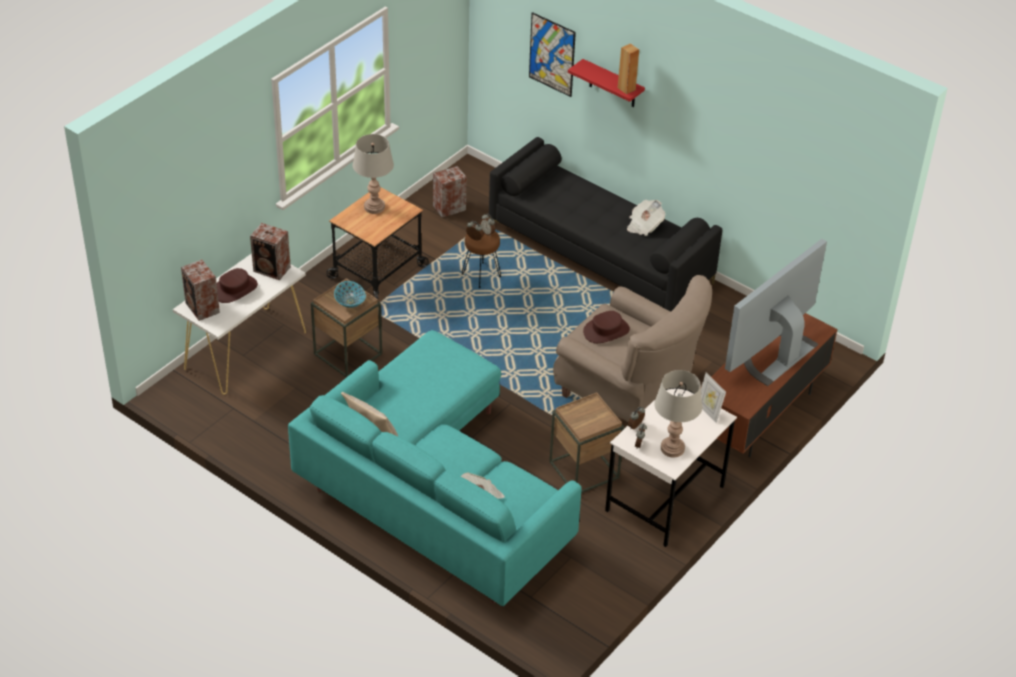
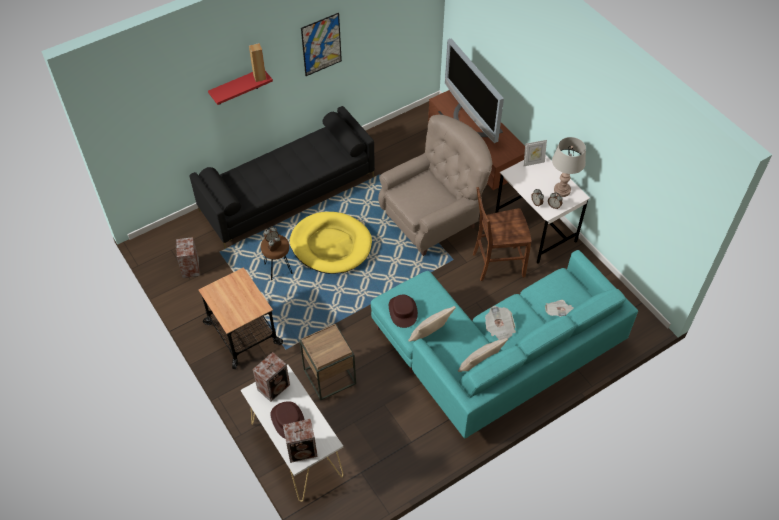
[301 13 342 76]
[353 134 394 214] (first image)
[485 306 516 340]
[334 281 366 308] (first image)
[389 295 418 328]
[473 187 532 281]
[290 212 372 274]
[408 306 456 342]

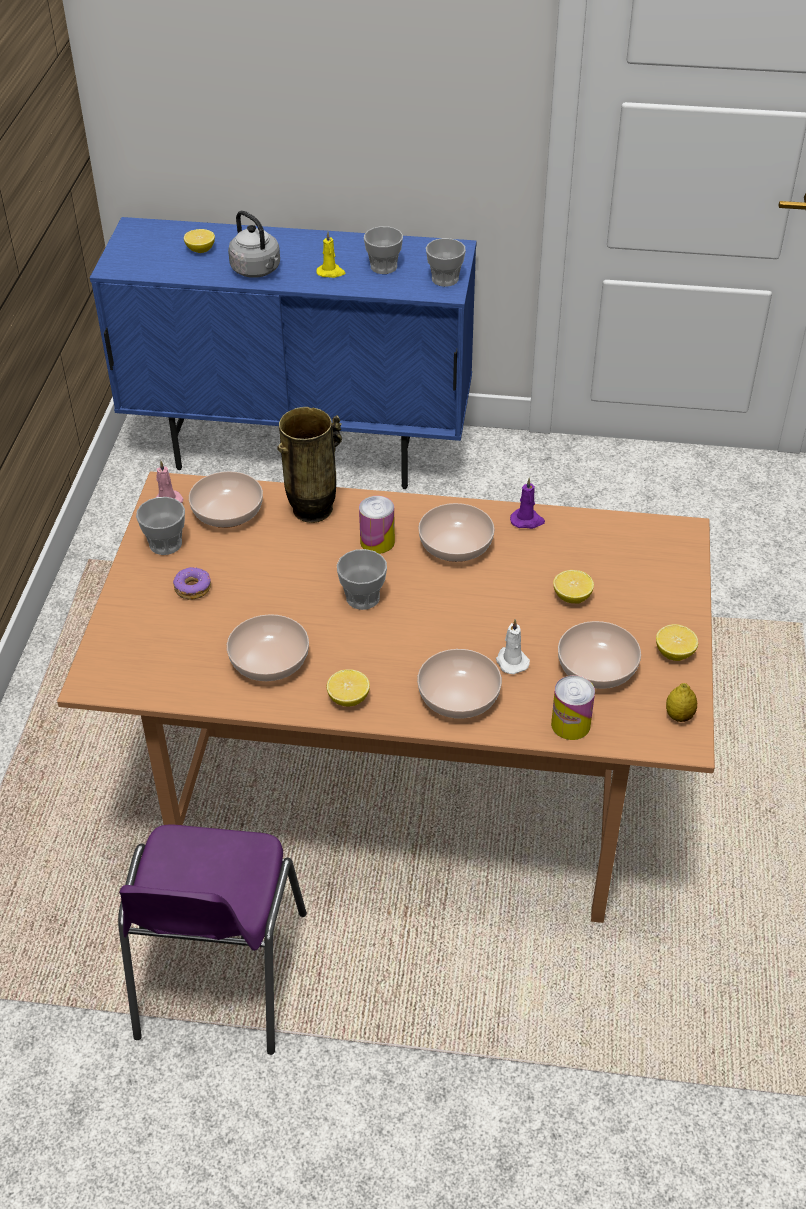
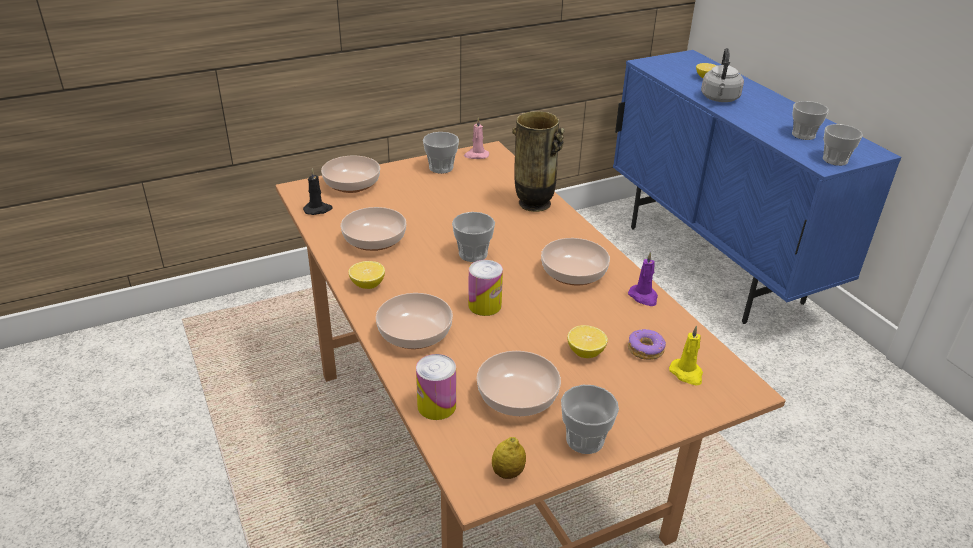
[669 326 703 386]
[321 156 380 193]
[468 260 503 316]
[628 329 666 360]
[496 619 530 674] (first image)
[561 385 619 454]
[118 825 307 1055] (first image)
[303 169 333 215]

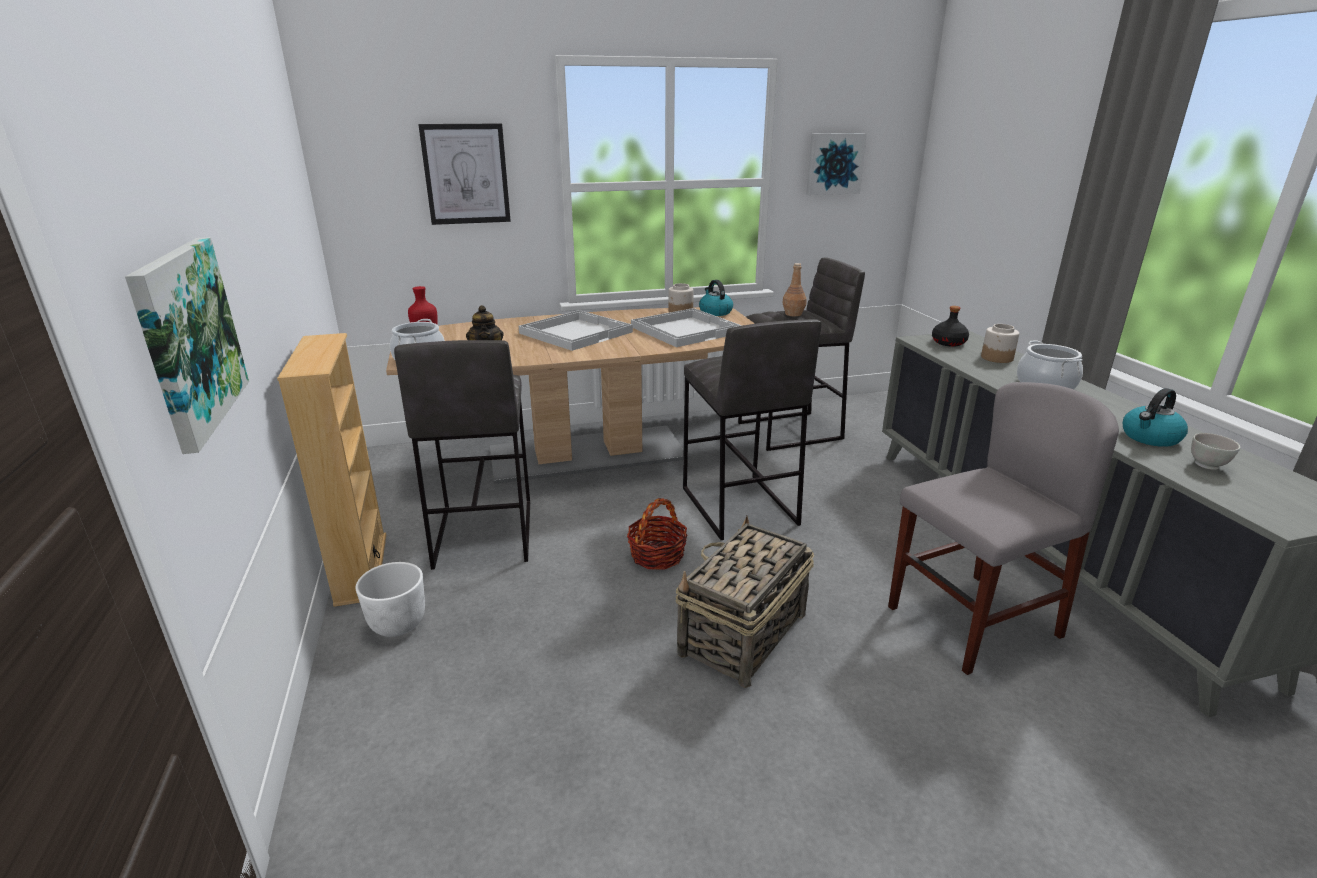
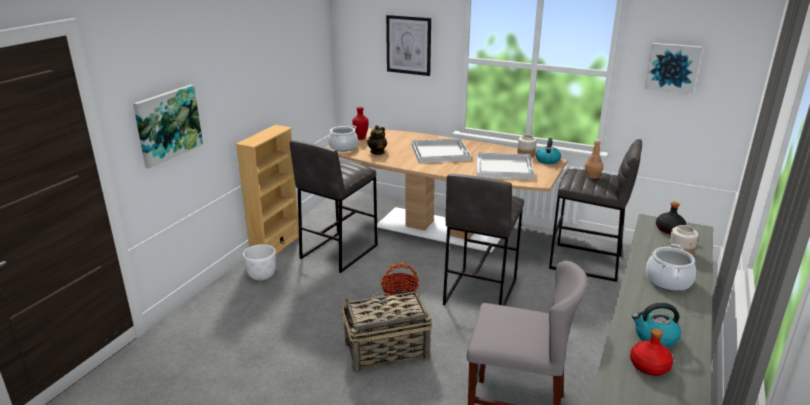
[630 329 673 376]

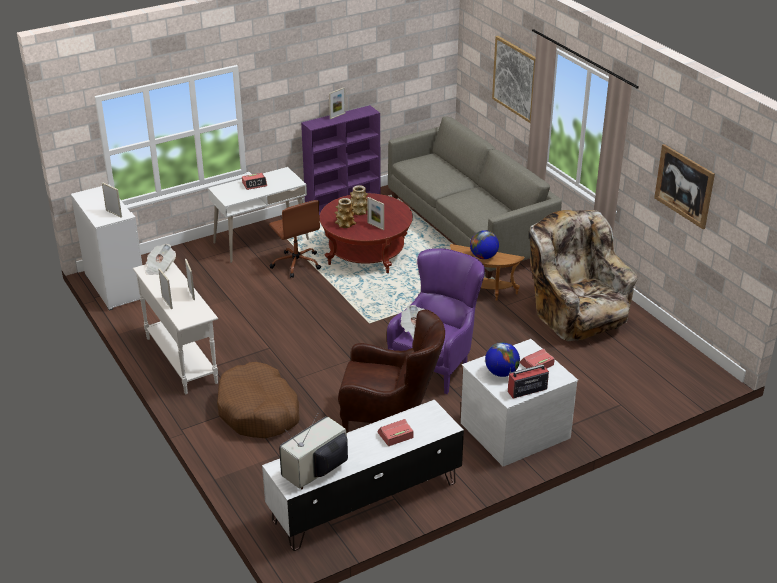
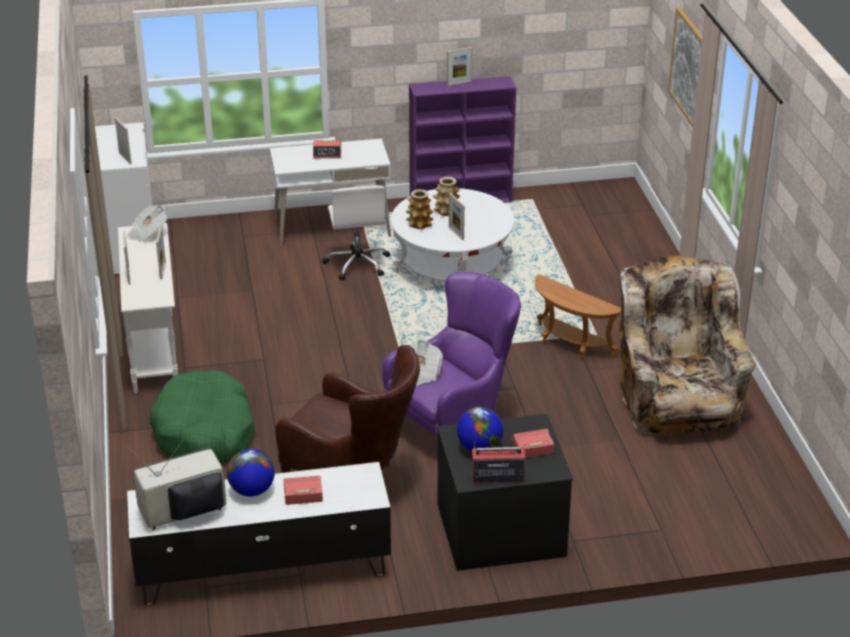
[388 116 562 278] (first image)
[654 144 715 229] (first image)
[391 188 514 281]
[322 185 390 280]
[227 449 275 497]
[437 414 573 571]
[150 370 255 463]

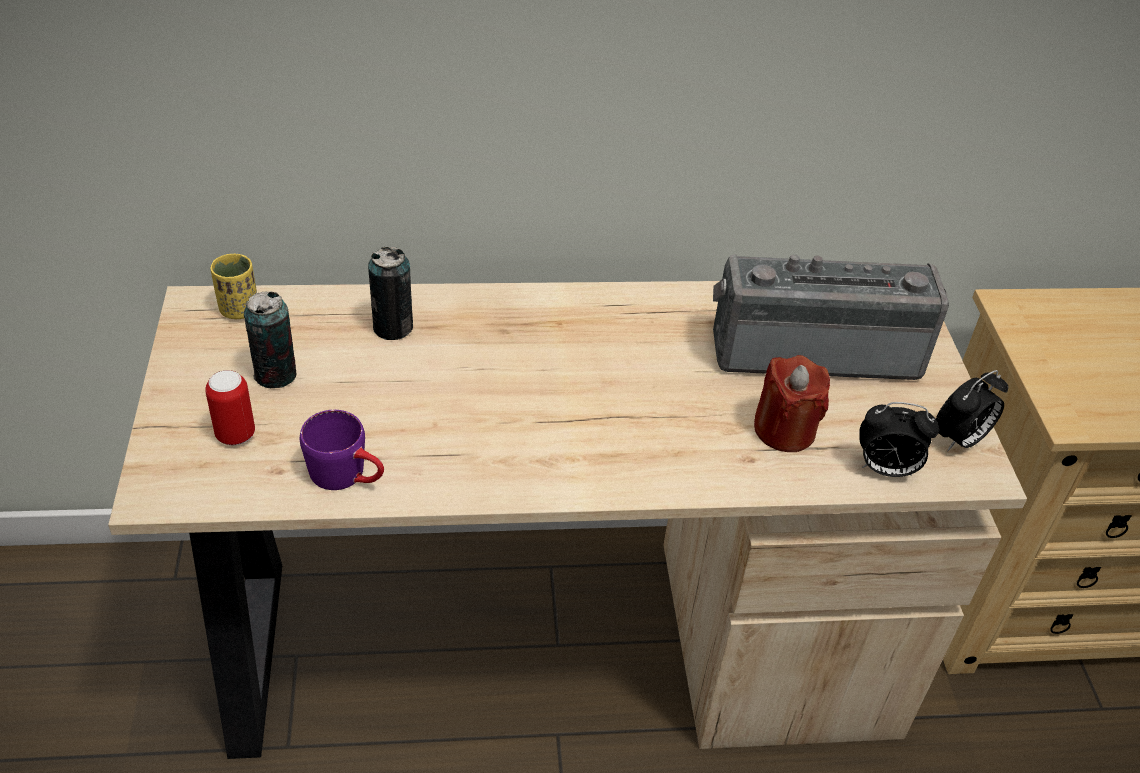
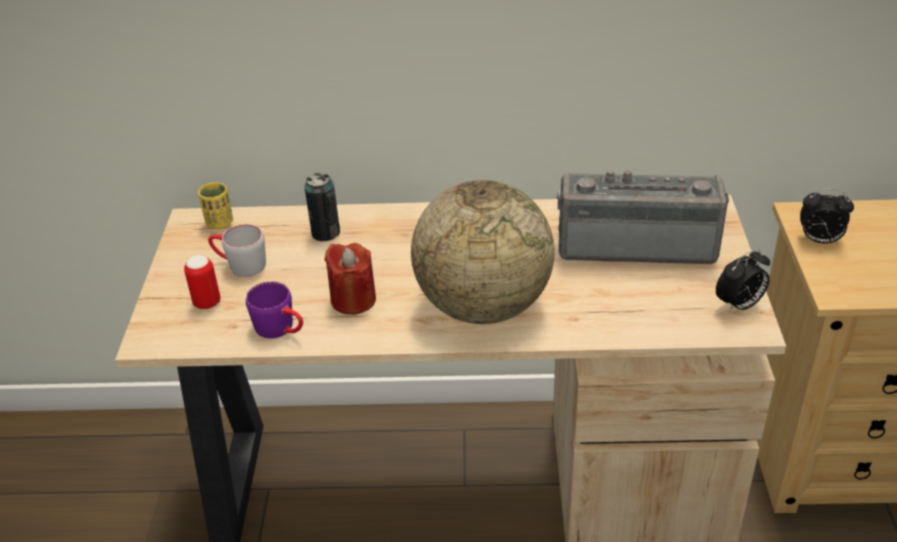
[208 224 266 277]
[324 243 376 315]
[800 188 854 244]
[411 180 554 324]

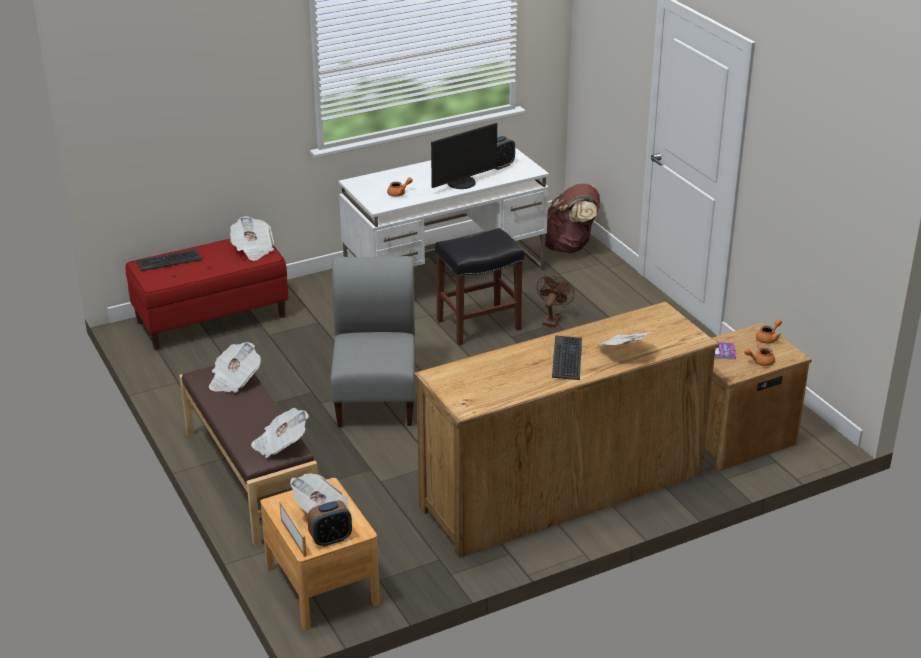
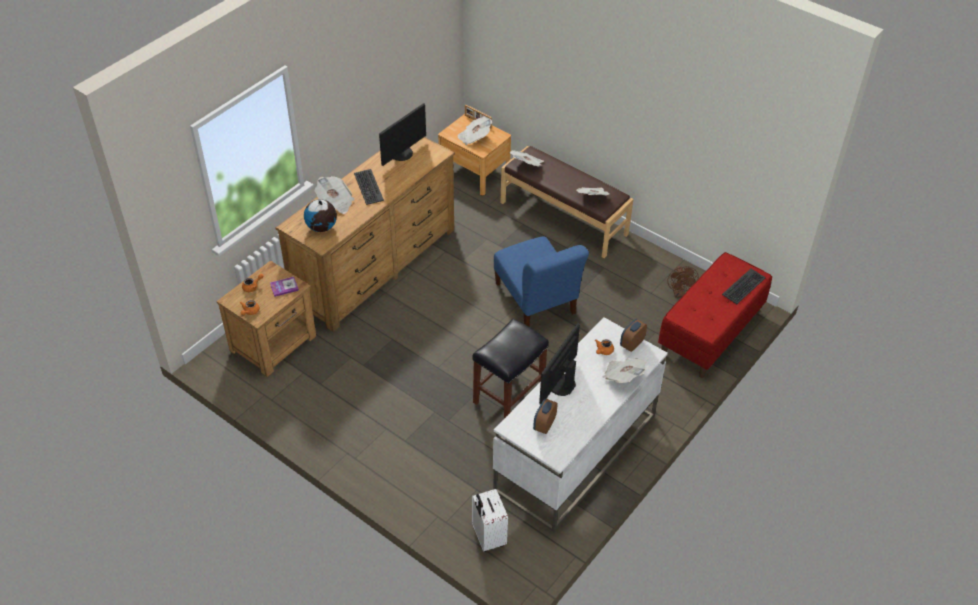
[472 489 508 552]
[602 358 647 383]
[494 237 589 327]
[668 266 698 297]
[620 319 647 352]
[379 103 426 166]
[304 199 337 232]

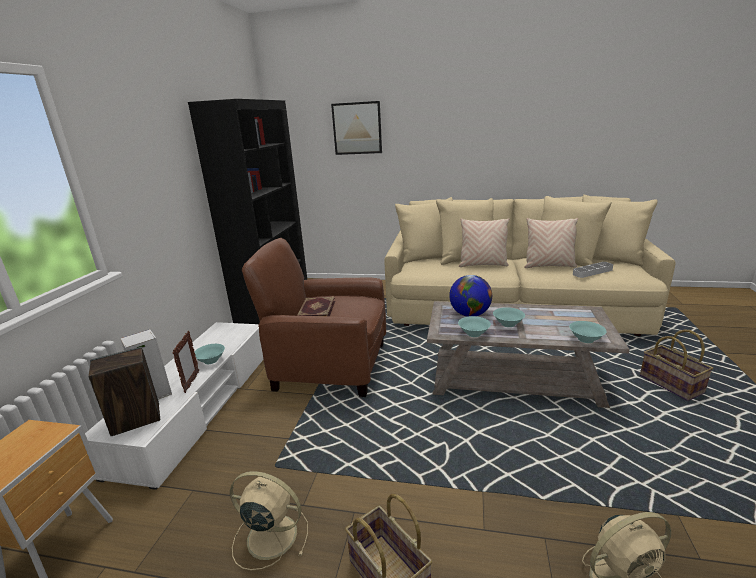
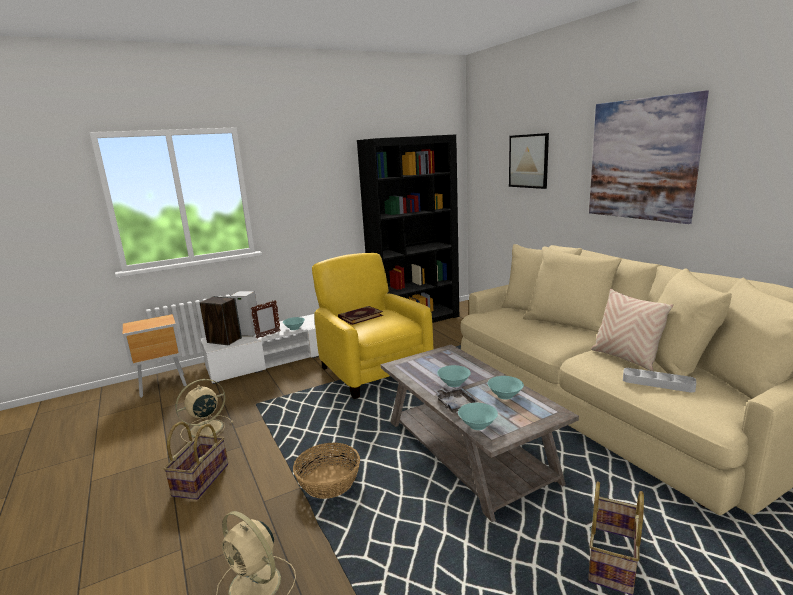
[459 218 509 267] (first image)
[312 253 433 399]
[449 275 492 317] (first image)
[487 376 524 400]
[176 379 233 442]
[589 91 709 224]
[434 387 478 413]
[293 443 360 499]

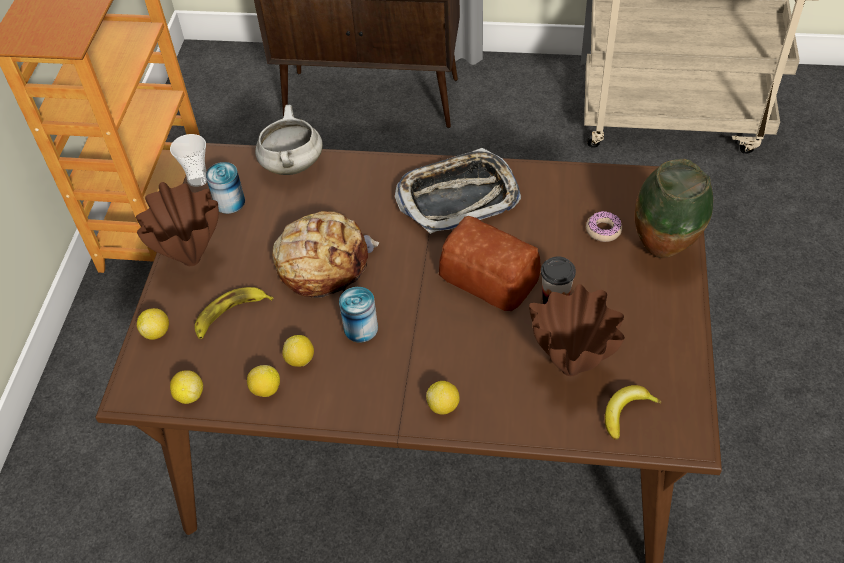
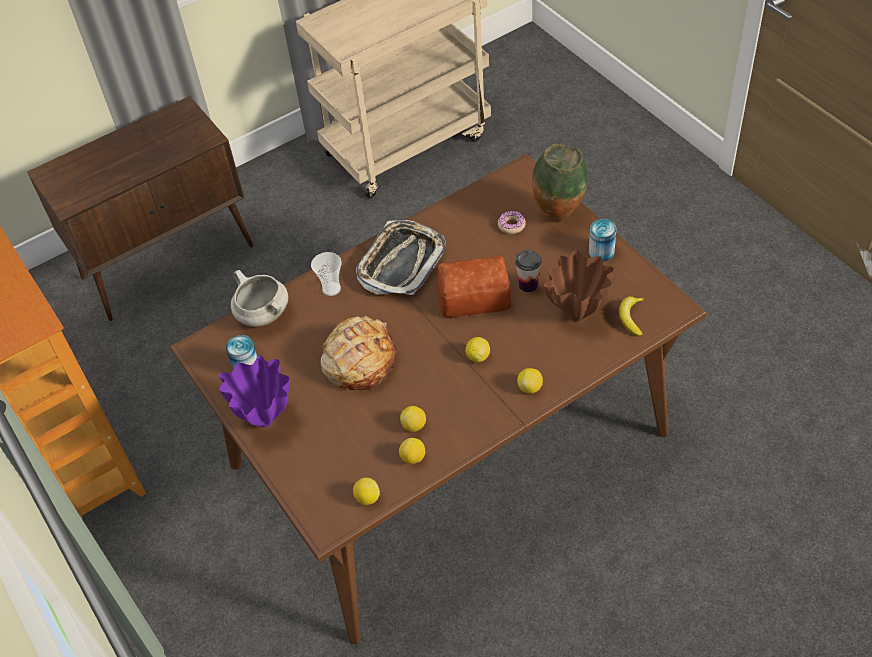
[311 252 342 296]
[219 355 290 427]
[195 287 274 339] (first image)
[589 219 617 262]
[465 337 490 362]

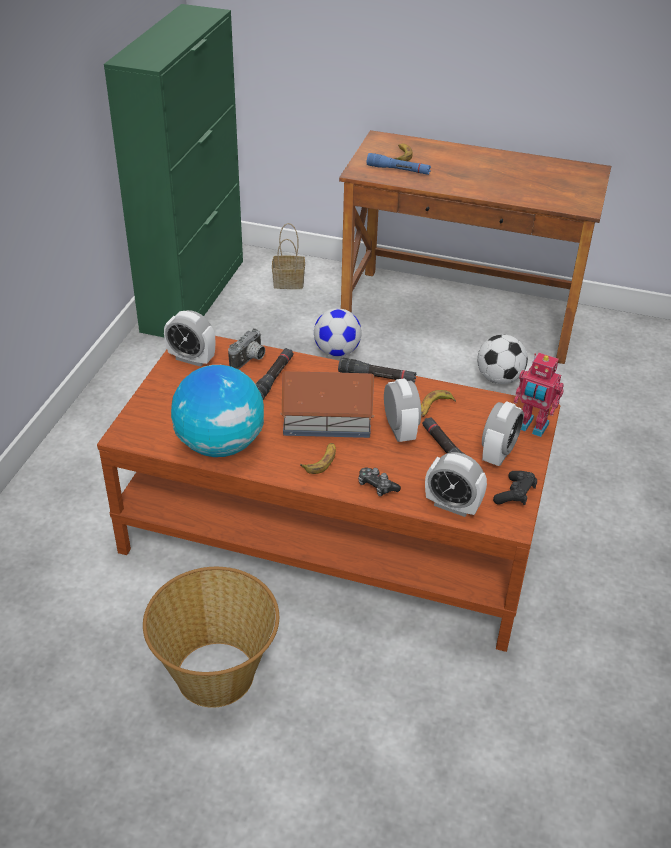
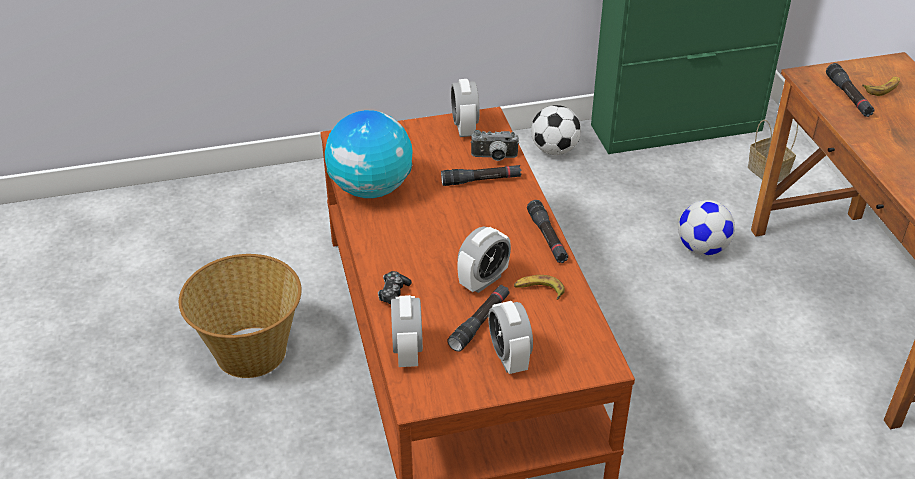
[826 63 875 117]
[531 105 581 155]
[514 353 564 437] (first image)
[280 371 374 438] (first image)
[488 301 533 374]
[300 443 336 474] (first image)
[493 471 537 505] (first image)

